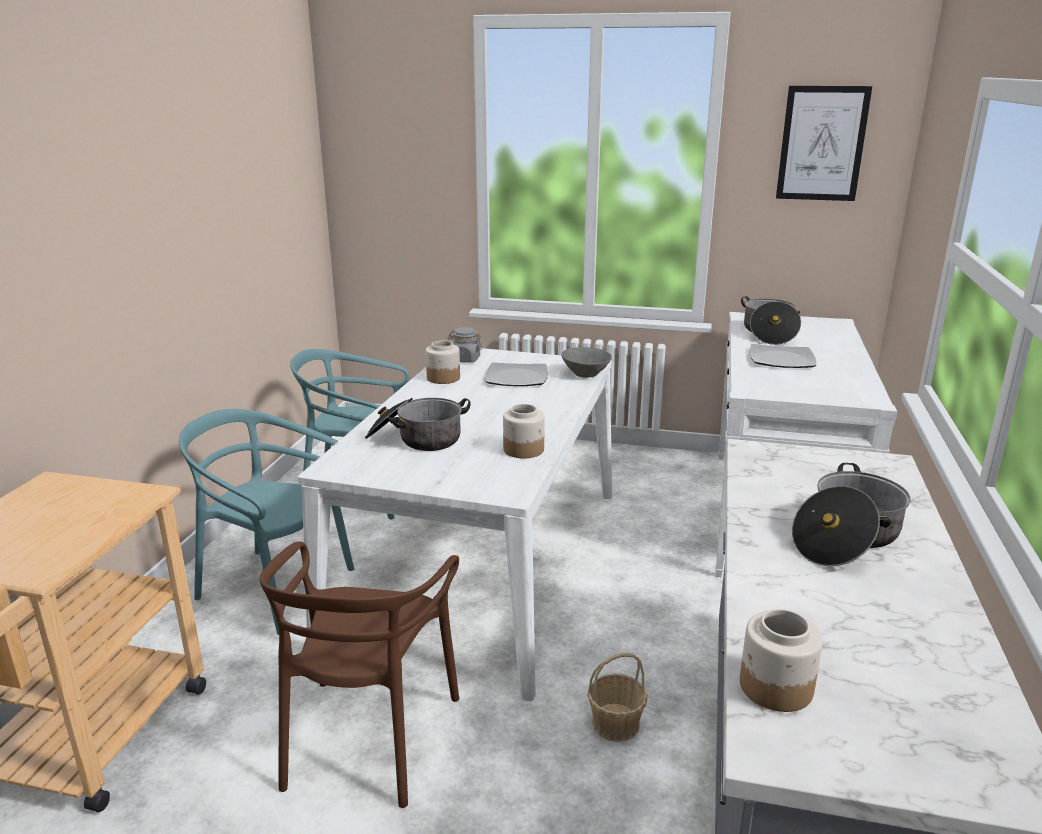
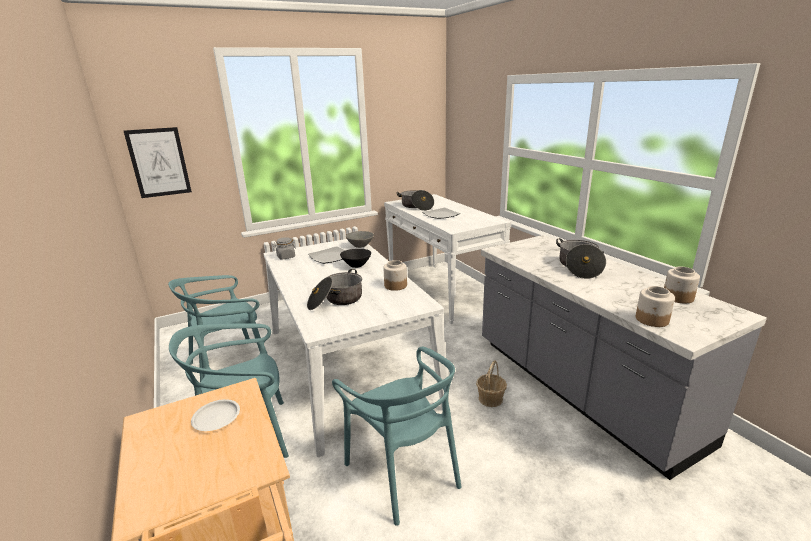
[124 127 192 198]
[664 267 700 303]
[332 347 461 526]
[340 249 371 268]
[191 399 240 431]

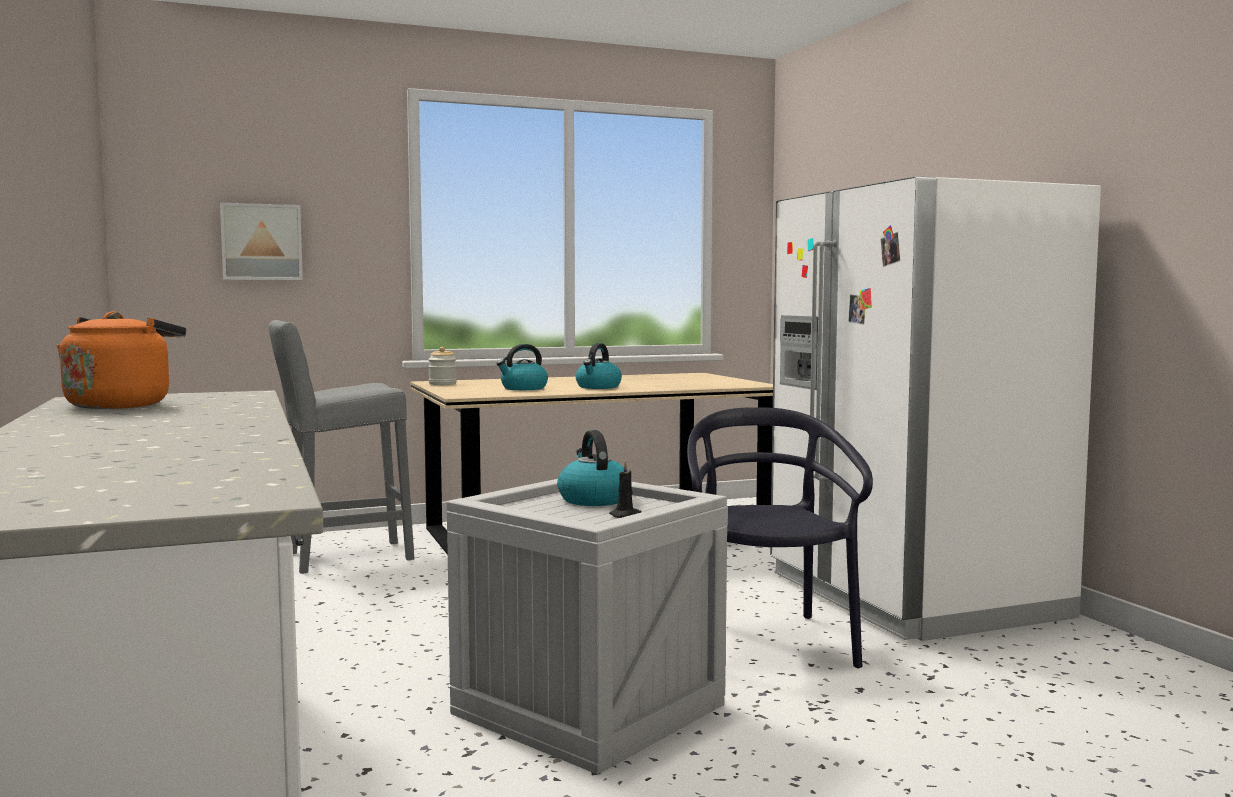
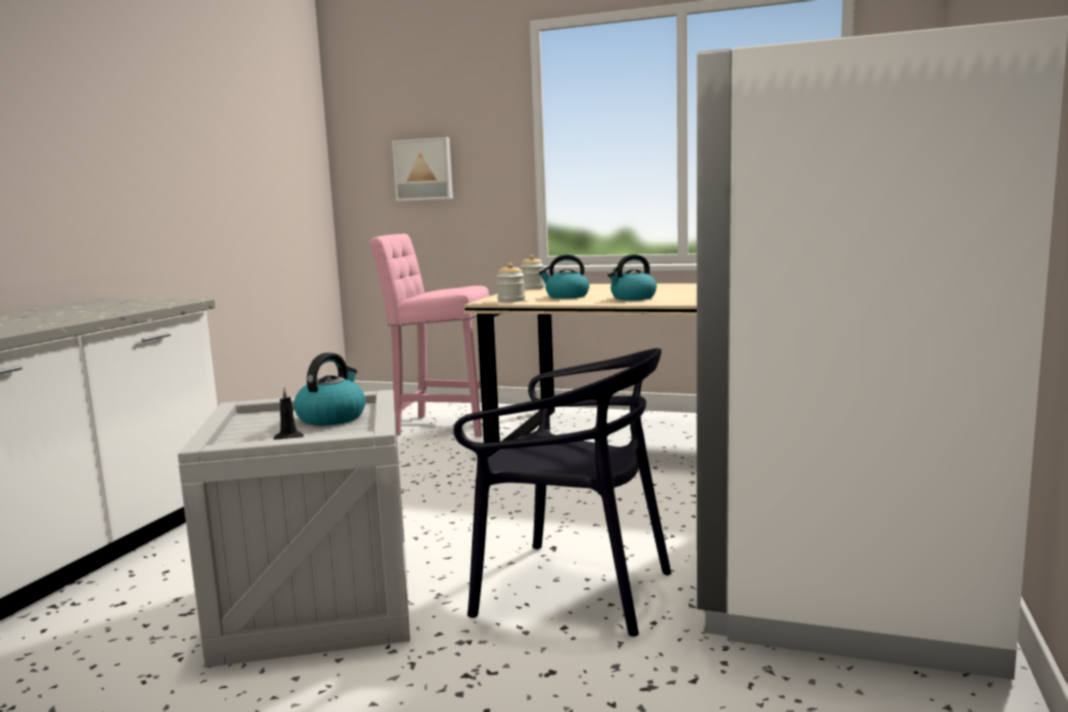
[57 311 186 409] (first image)
[370 234 489 437]
[454 348 671 637]
[496 263 525 302]

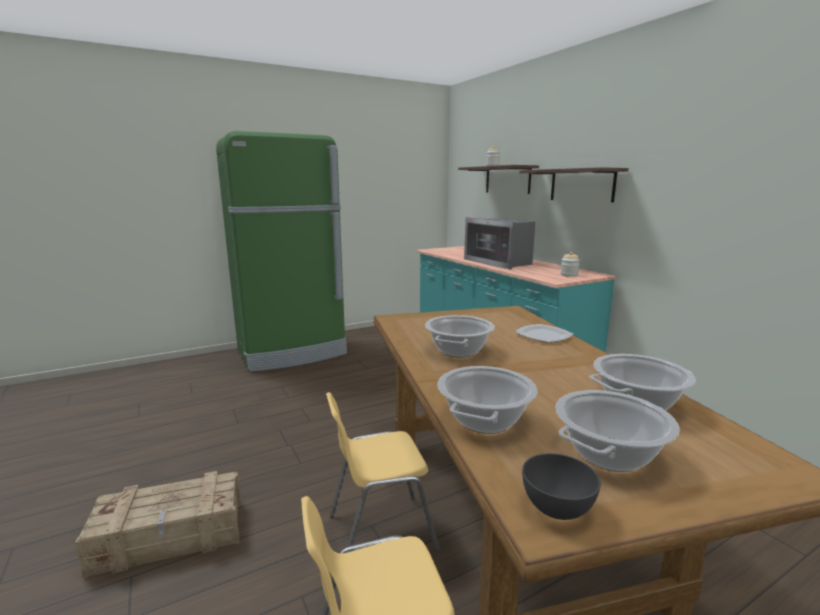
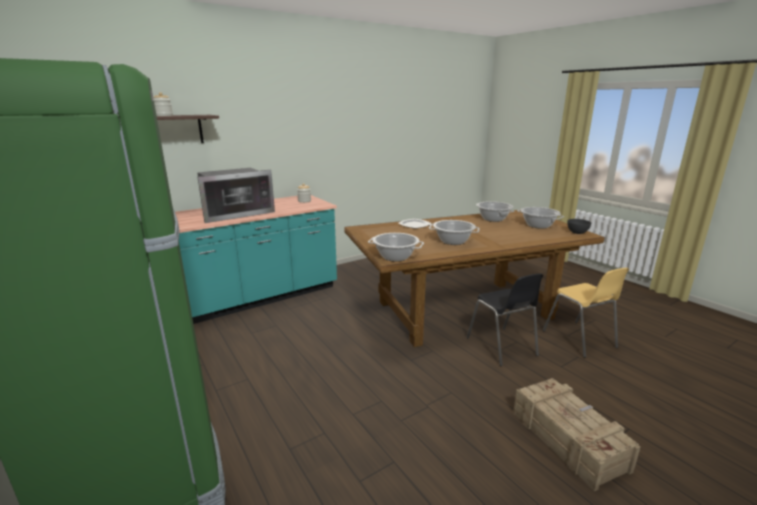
[519 167 629 202] (first image)
[368 233 424 262]
[467 273 543 366]

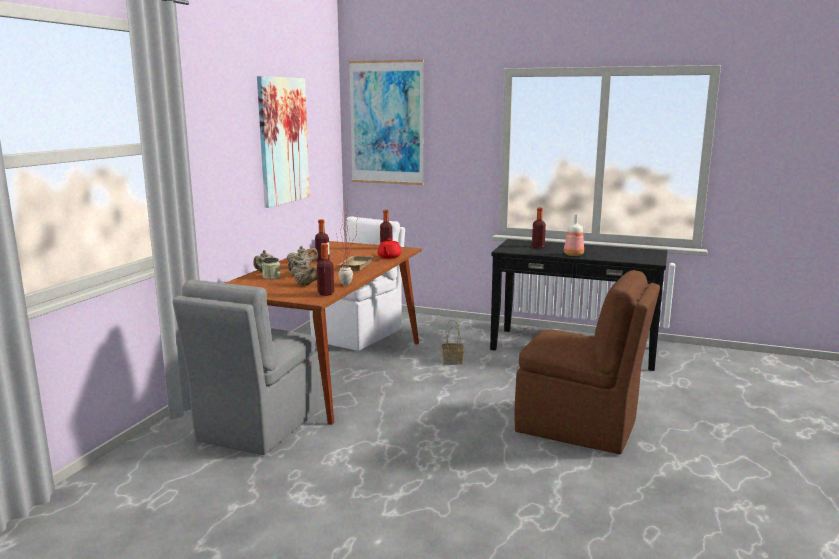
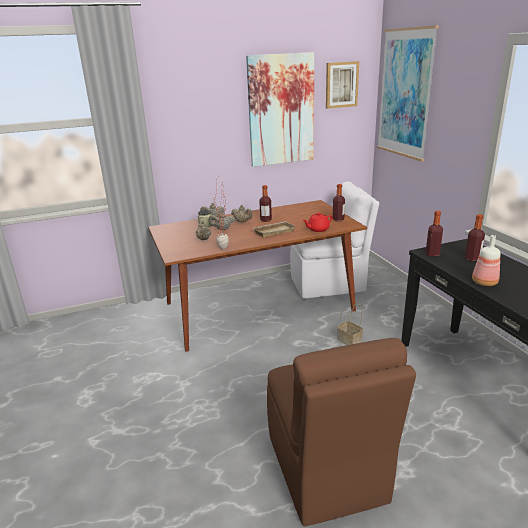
[426 211 443 257]
[173 279 320 455] (first image)
[326 61 359 109]

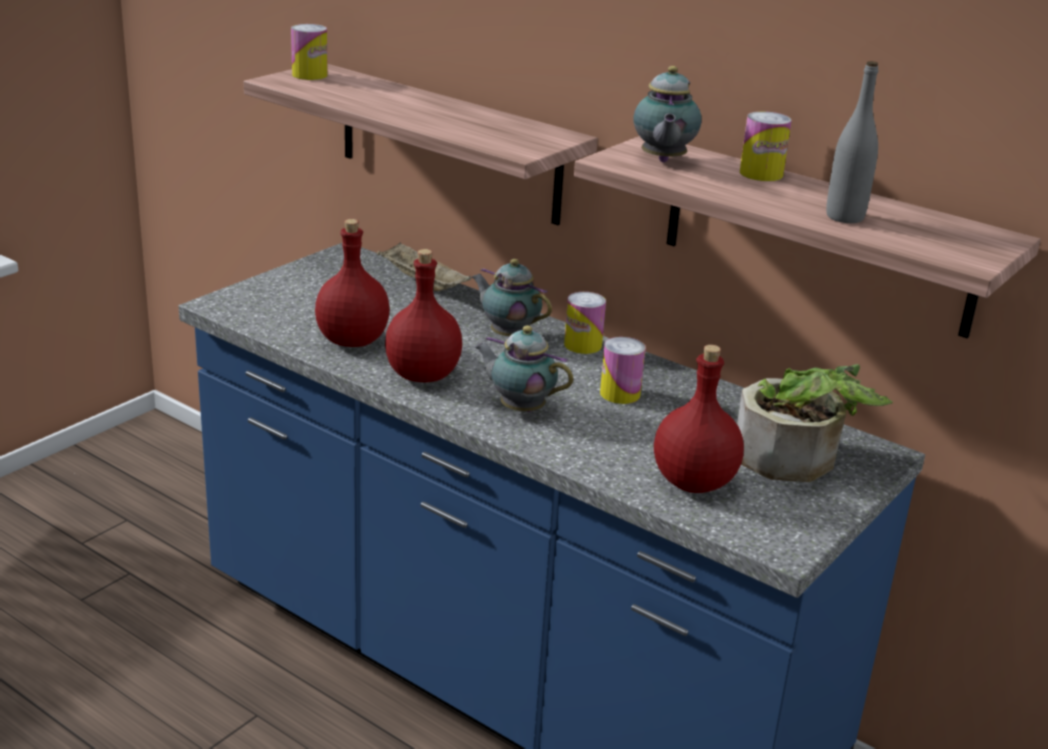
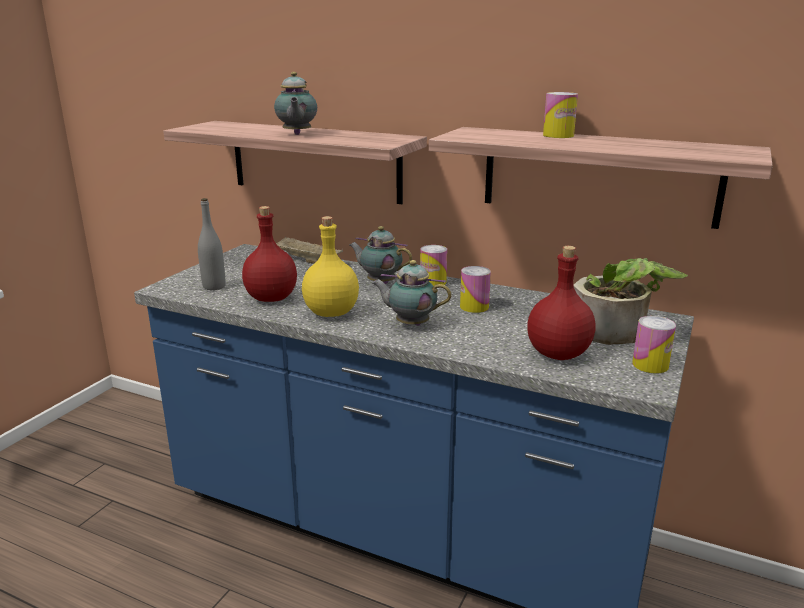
[632 316 676 374]
[198 198 225 290]
[274 72 317 135]
[302 216 359 317]

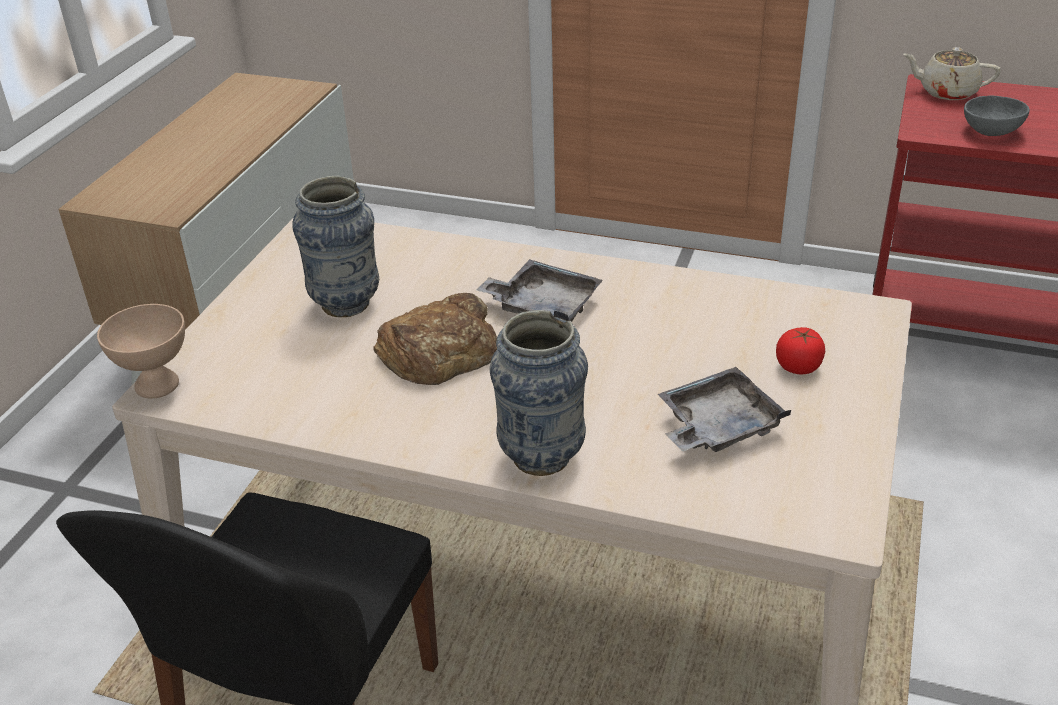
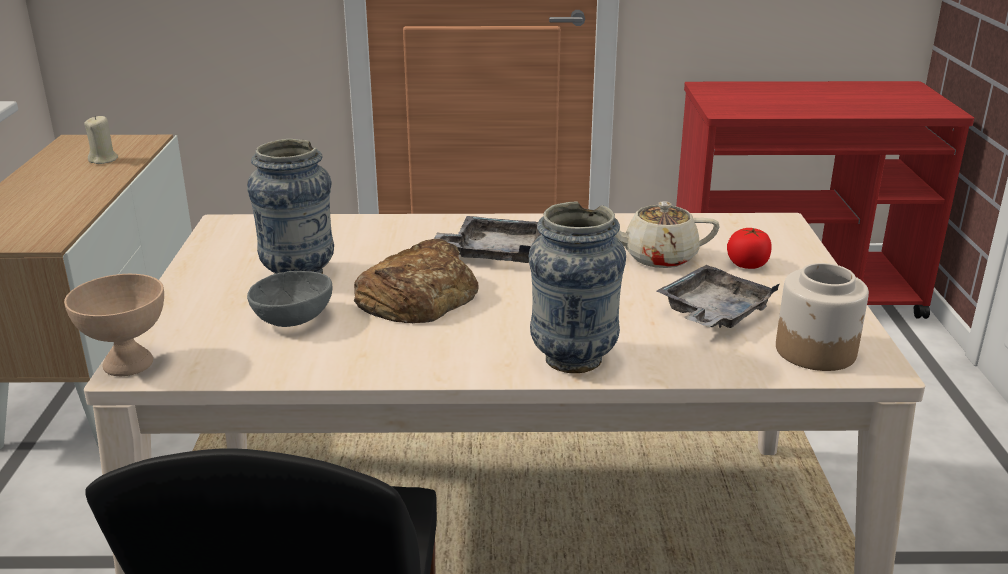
[615 201 720 268]
[247 271 332 327]
[84 115 118 164]
[776 263 869 371]

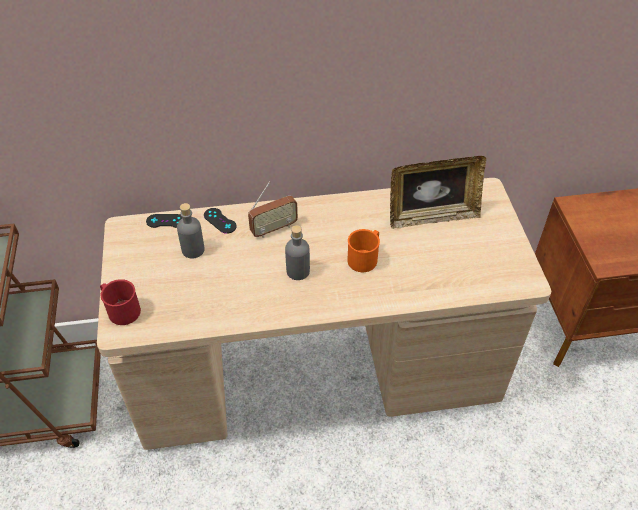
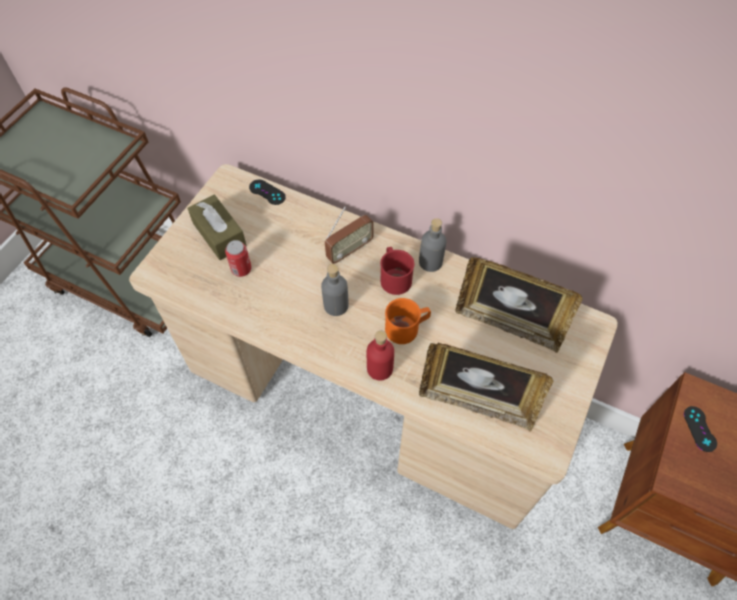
[325 206 374 264]
[419 218 446 272]
[684 406 717 452]
[380 247 415 295]
[187 194 247 260]
[225 240 252 277]
[367 331 394 381]
[419 343 553 432]

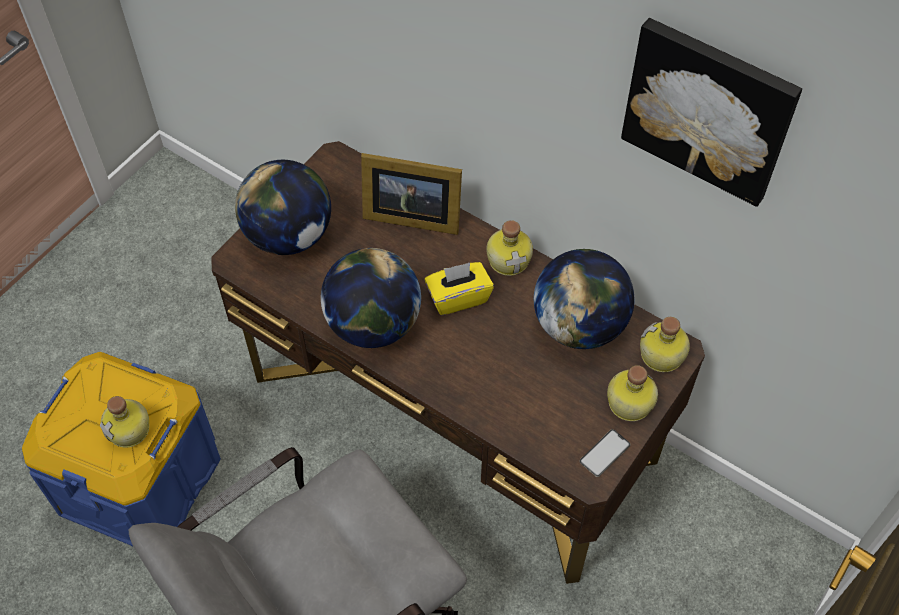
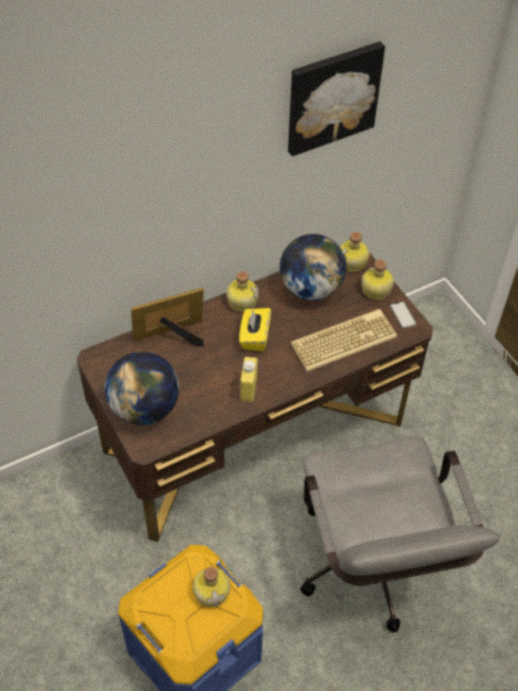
[131 287 204 347]
[240 357 258 402]
[291 309 397 371]

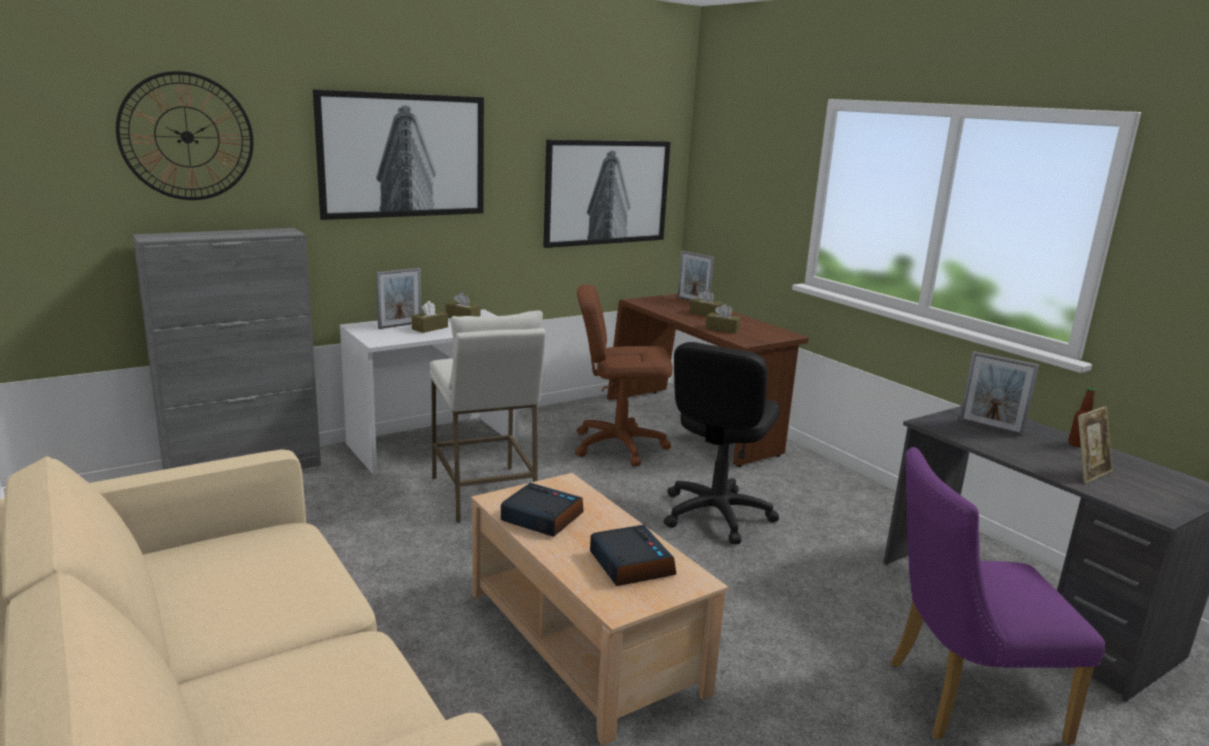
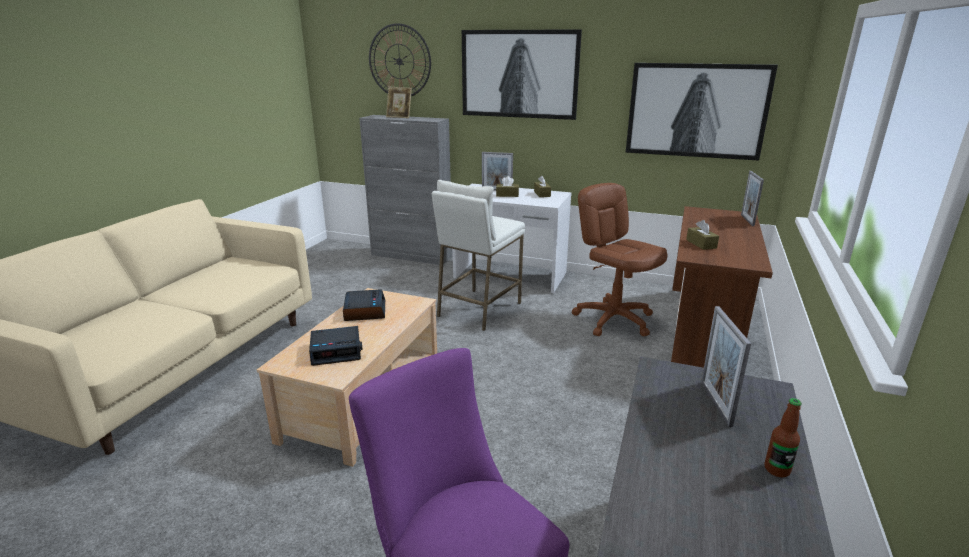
[689 290 723 316] (first image)
[664 342 780 544] (first image)
[386 87 412 118]
[309 326 363 366]

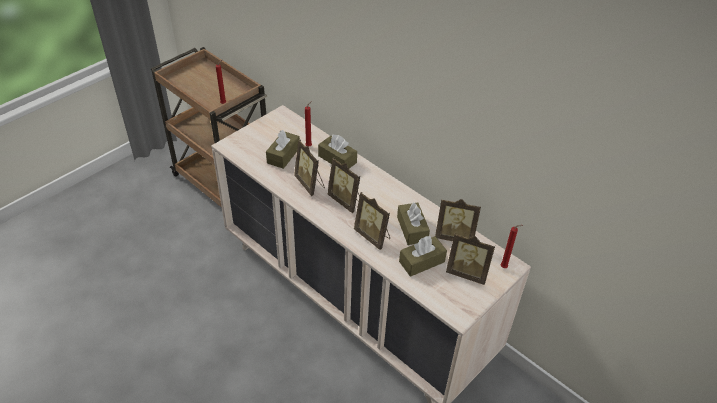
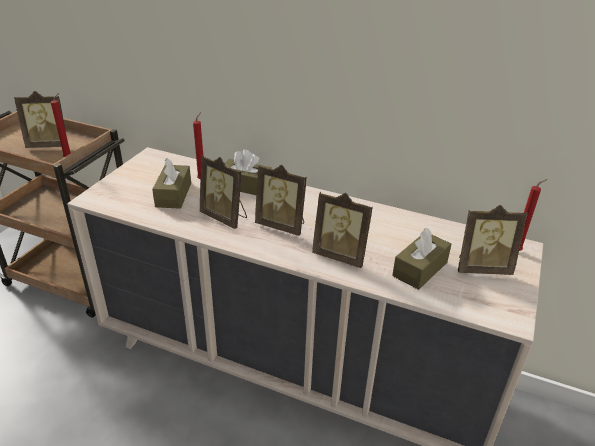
[14 91 66 148]
[397 202 430 245] (first image)

